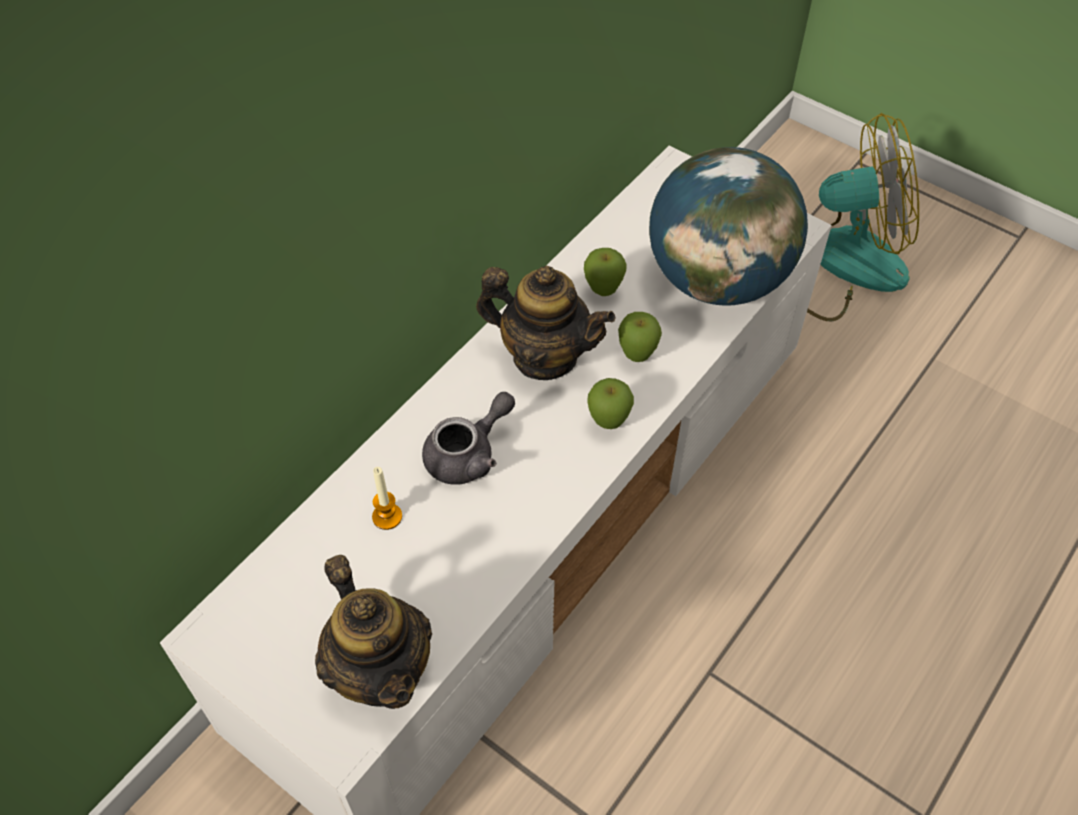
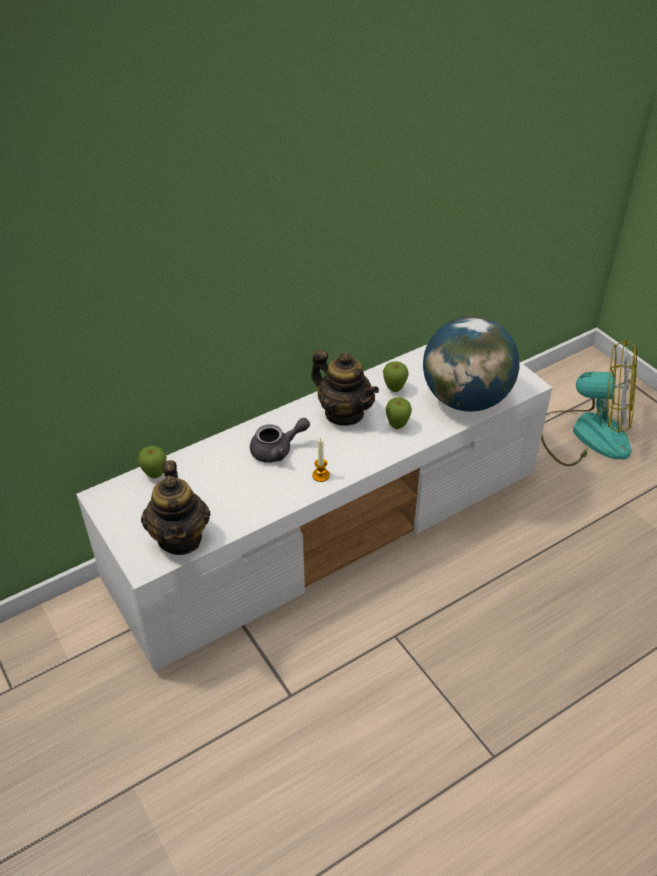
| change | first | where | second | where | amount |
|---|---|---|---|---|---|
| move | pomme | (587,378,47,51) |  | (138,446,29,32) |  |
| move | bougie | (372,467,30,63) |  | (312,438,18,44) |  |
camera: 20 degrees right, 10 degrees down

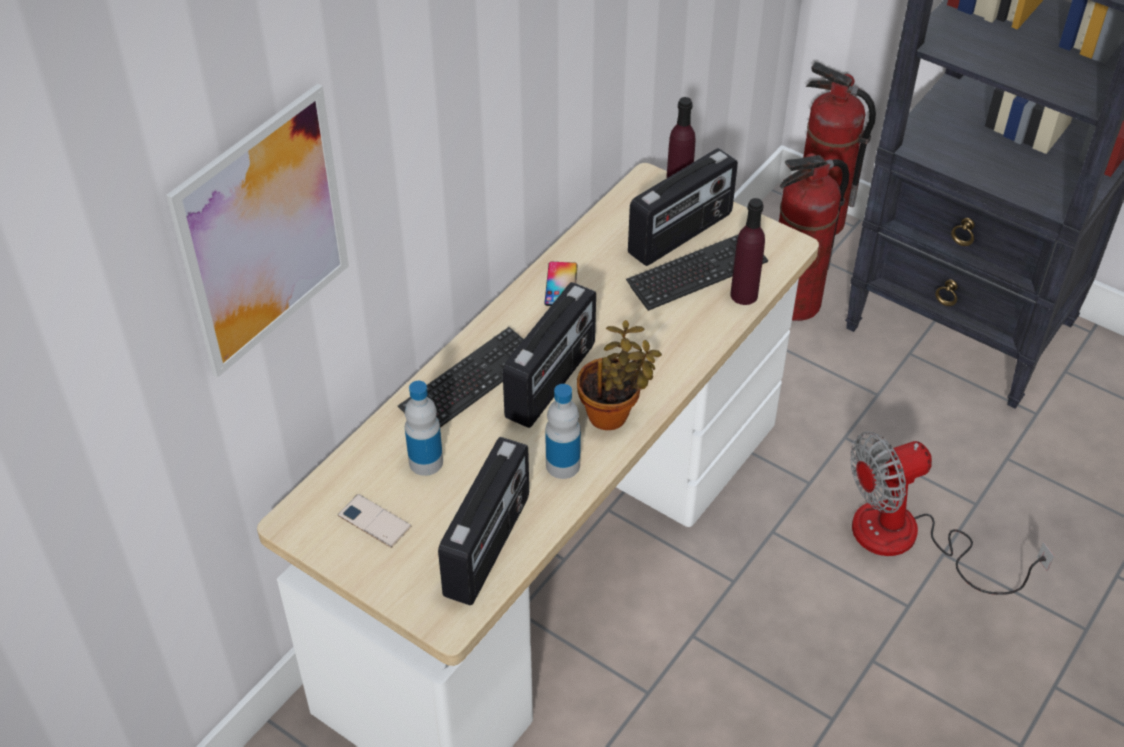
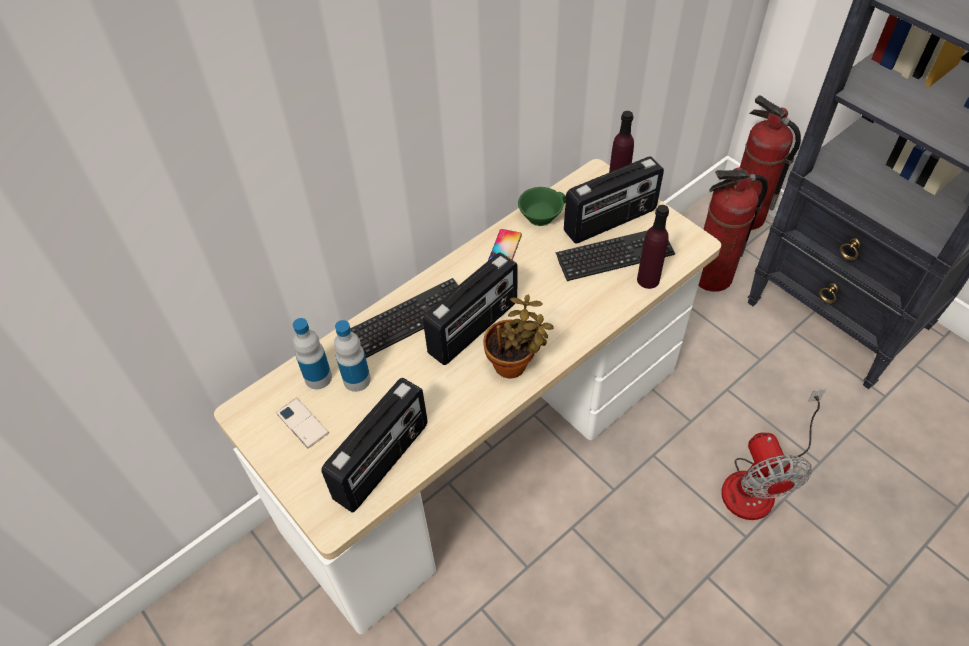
| change | first | where | second | where | amount |
|---|---|---|---|---|---|
| delete | tableau | (166,84,183,294) |  |  |  |
| move | bouteille | (545,384,36,95) |  | (293,318,39,71) |  |
| rotate | ventilateur | (851,431,203,164) |  | (722,389,104,131) | 90 degrees counterclockwise |
| insert |  |  | tasse (vert) | (518,187,48,39) |  |
camera: 15 degrees right, 5 degrees up

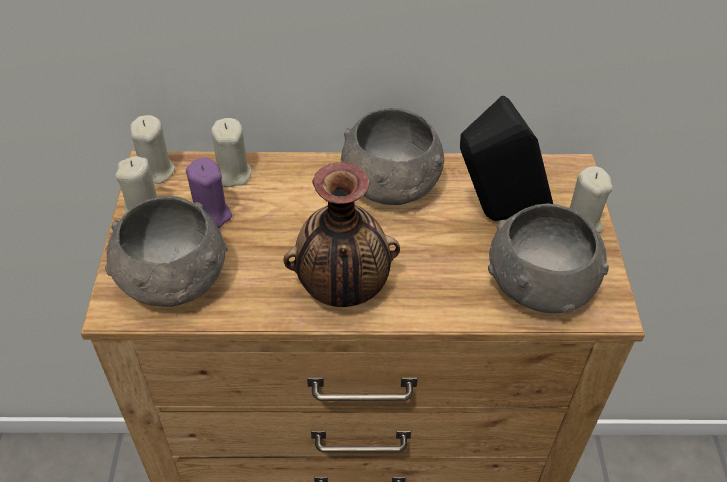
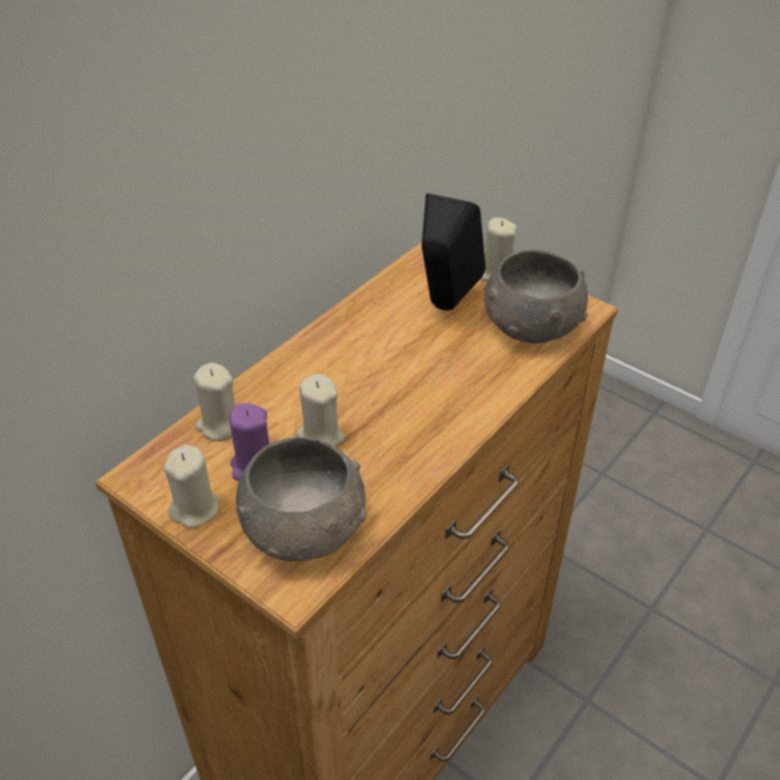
| change | first | where | second | where | amount |
|---|---|---|---|---|---|
| delete | bol (gris) | (341,108,103,97) |  |  |  |
| move | bougie (beige) | (130,115,45,69) |  | (296,374,48,73) |  |
| delete | vase | (283,162,117,145) |  |  |  |
camera: 50 degrees left, 5 degrees down

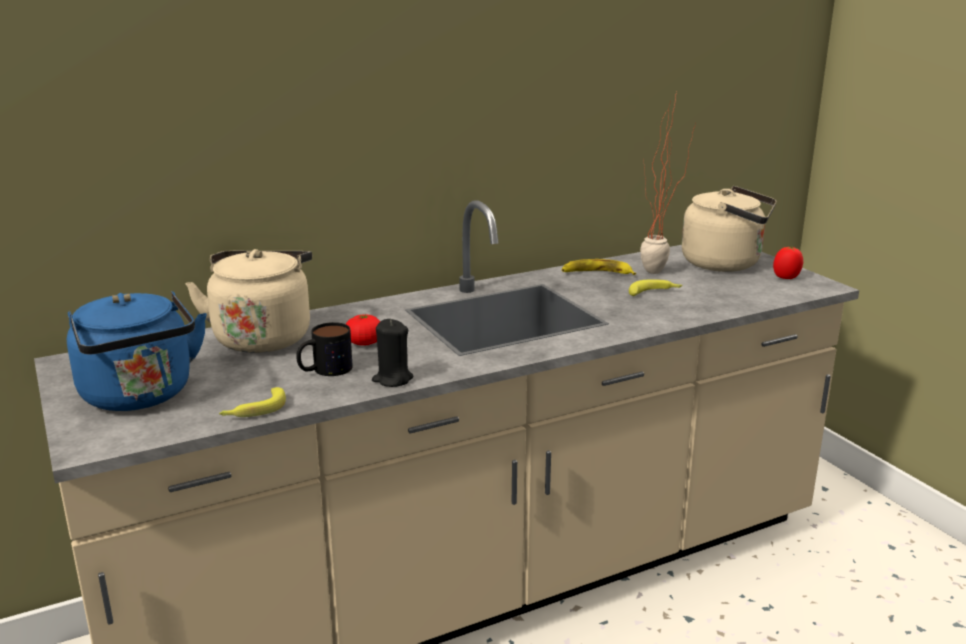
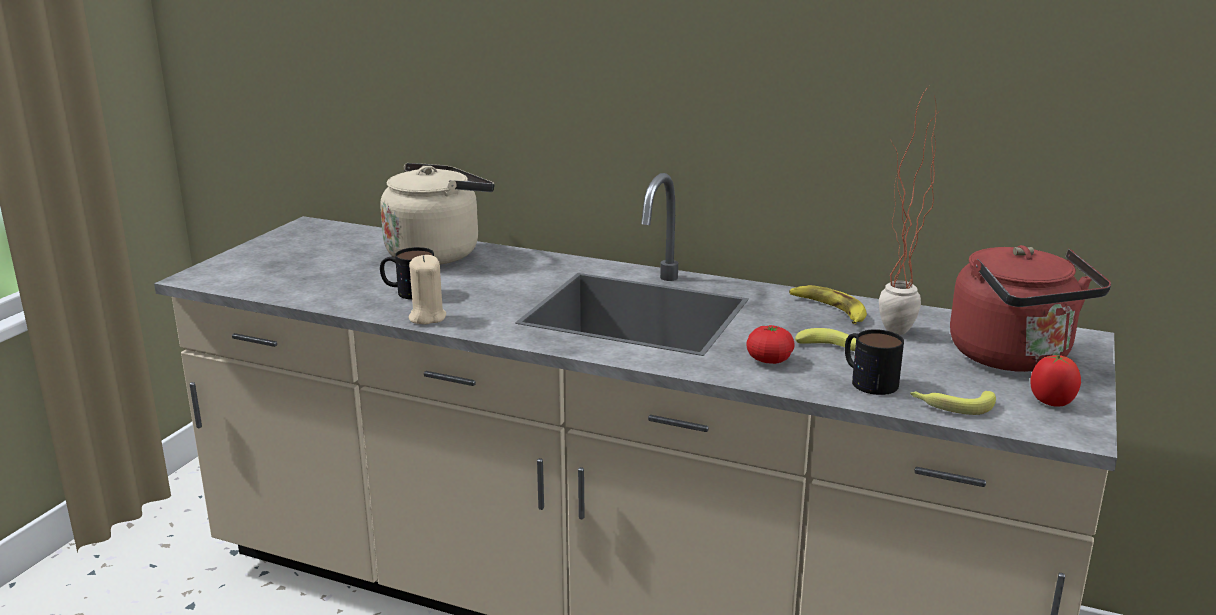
| change | first | where | second | where | amount |
|---|---|---|---|---|---|
| recolor | bouilloire (beige) | (682,186,95,86) | bouilloire (rouge) | (950,245,161,127) |  |
| delete | bouilloire (bleu) | (67,291,140,120) |  |  |  |
| move | tomate | (346,314,35,32) |  | (746,325,49,39) |  |
| recolor | bougie (noir) | (372,319,41,68) | bougie (beige) | (408,255,38,70) |  |
| move | banane | (219,387,67,30) |  | (910,391,86,24) |  |
| insert |  |  | mug | (845,329,59,66) |  |
camera: 50 degrees right, 0 degrees up

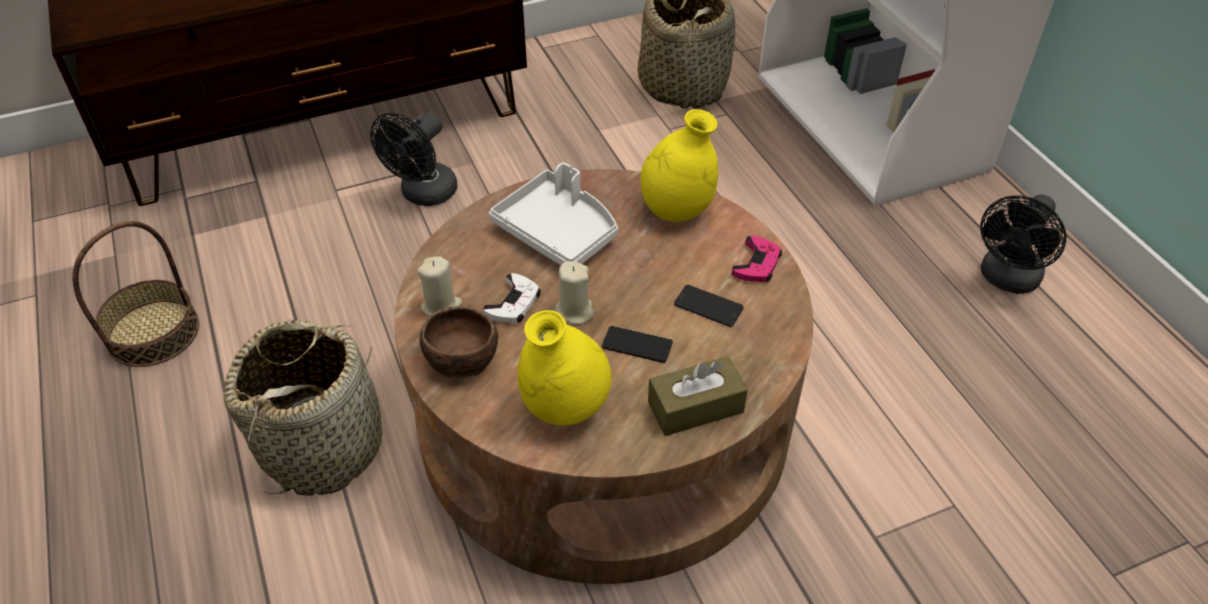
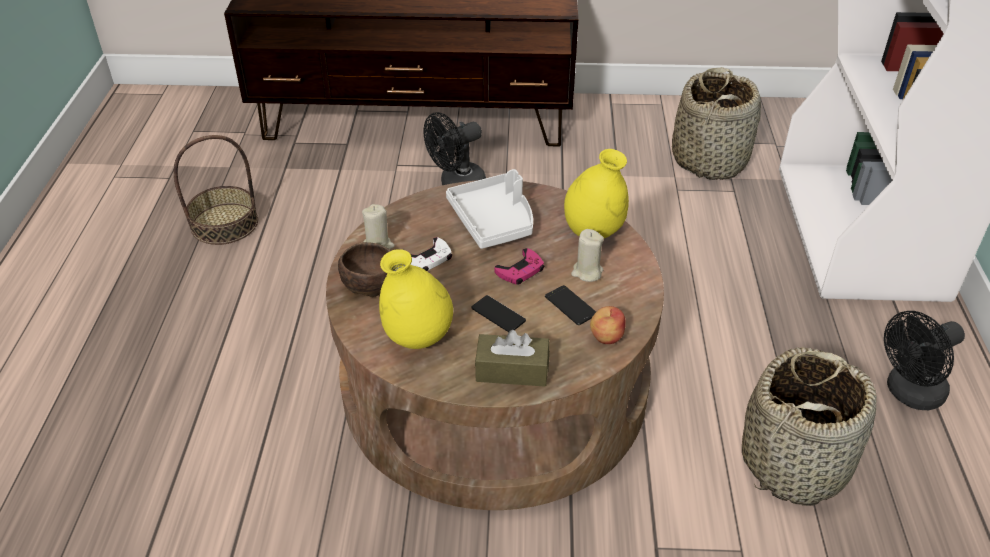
| change | first | where | second | where | amount |
|---|---|---|---|---|---|
| move | manette (rose) | (732,235,50,47) |  | (495,248,49,37) |  |
| move | bougie (beige) | (555,261,39,64) |  | (571,229,33,53) |  |
| move | panier | (223,320,160,176) |  | (742,347,134,159) |  |
| insert |  |  | pomme | (590,306,36,38) |  |
camera: 25 degrees right, 5 degrees down

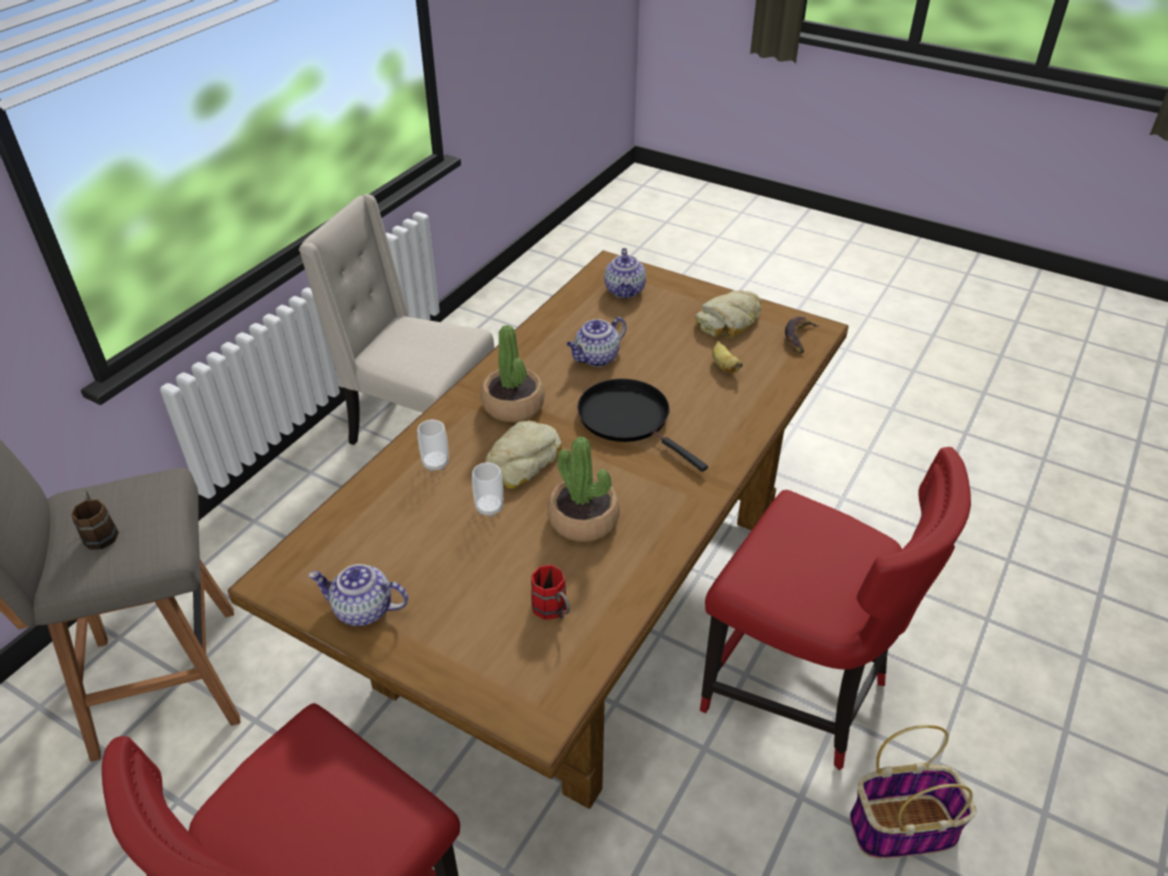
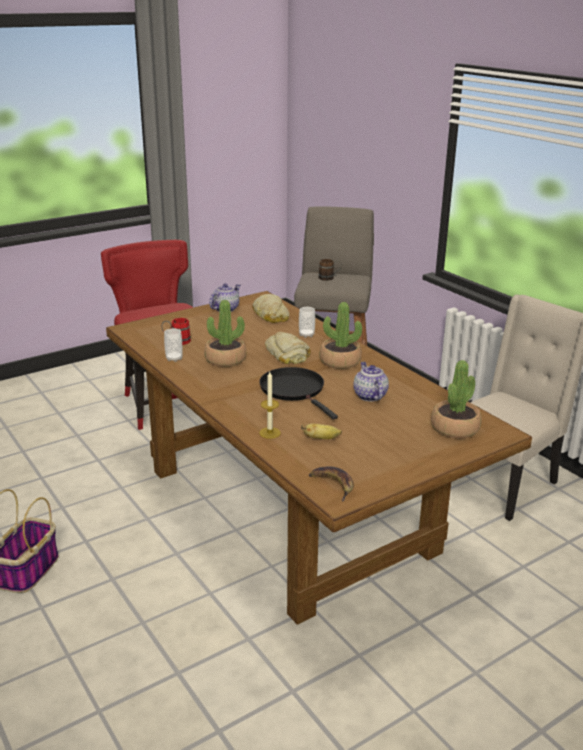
| change | first | where | second | where | amount |
|---|---|---|---|---|---|
| replace | théière | (604,248,42,50) | plante en pot | (431,360,51,78) |  |
| move | pain | (695,290,67,48) |  | (252,294,37,29) |  |
| rotate | poêle (noir) | (577,379,131,93) |  | (259,367,79,53) | 105 degrees counterclockwise |
| delete | chaise (rouge) | (700,447,271,323) |  |  |  |
| move | tasse | (472,463,31,54) |  | (164,329,18,33) |  |
| insert |  |  | bougie | (259,372,22,67) |  |
camera: 115 degrees right, 15 degrees down

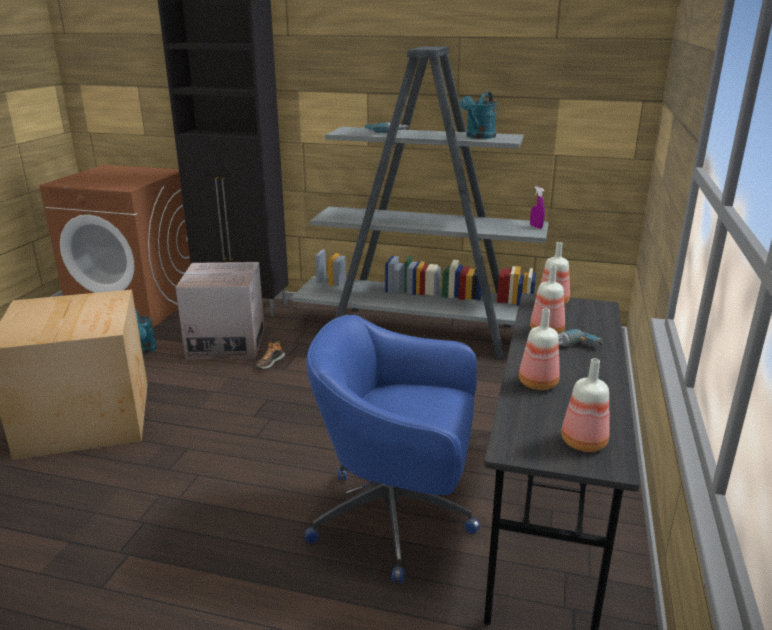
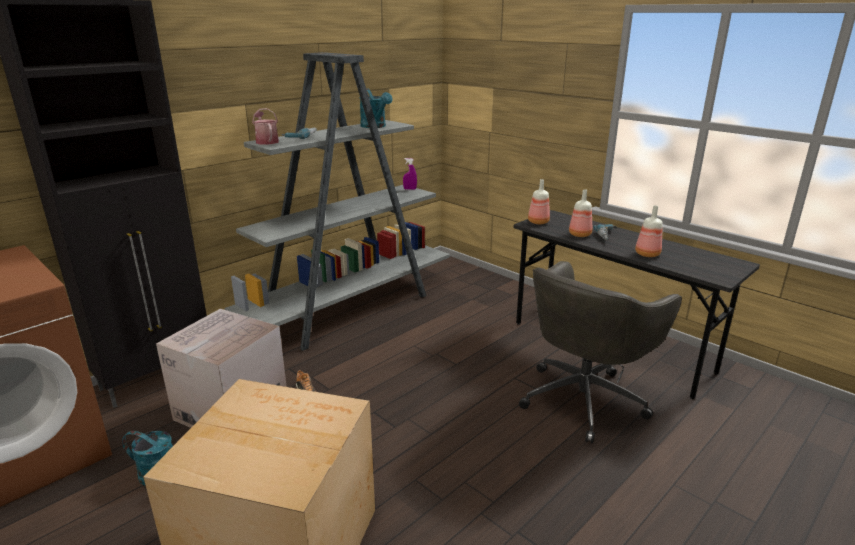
| change | first | where | second | where | amount |
|---|---|---|---|---|---|
| recolor | chaise de bureau (bleu) | (305,315,175,269) | chaise de bureau (gris) | (519,261,163,182) |  |
| delete | bouteille | (561,358,49,94) |  |  |  |
| insert |  |  | arrosoir | (252,108,27,37) |  |
camera: 60 degrees left, 0 degrees up

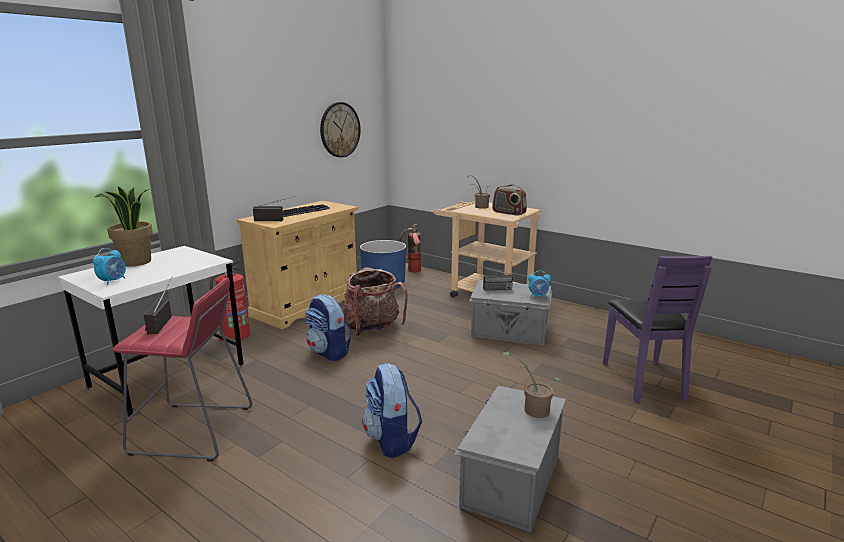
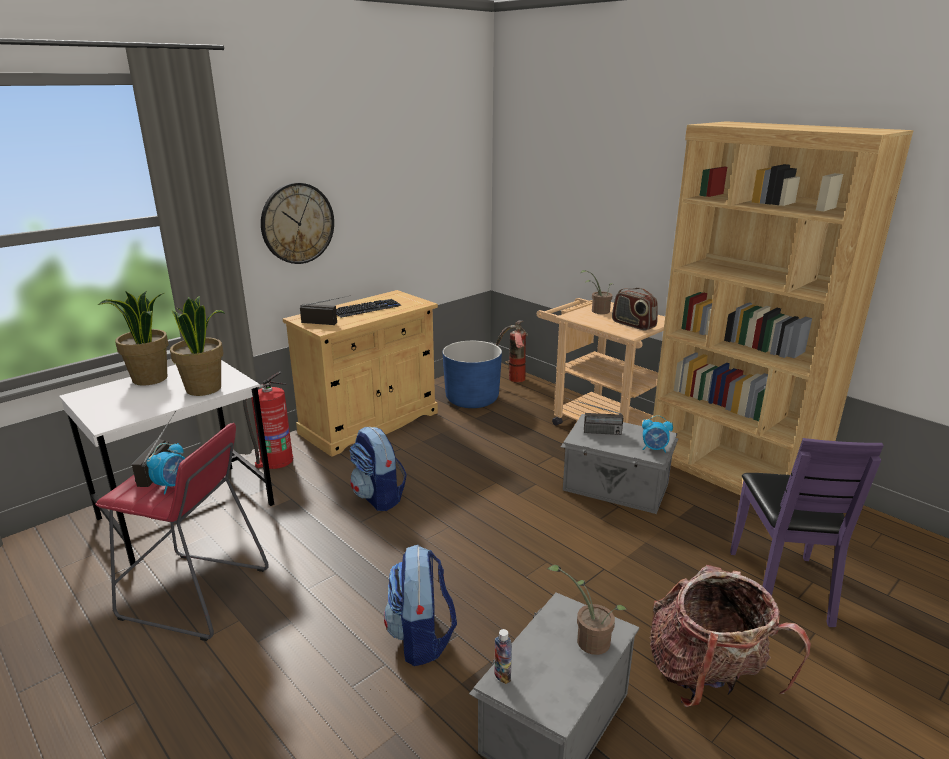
| change | first | where | second | where | amount |
|---|---|---|---|---|---|
| move | horloge murale | (320,102,41,55) |  | (261,182,73,82) |  |
| move | réveil | (93,248,33,38) |  | (146,443,39,51) |  |
| move | sac à dos | (343,267,65,69) |  | (649,565,162,142) |  |
| insert |  |  | bibliothèque (marron) | (652,121,262,375) |  |
| insert |  |  | plante en pot | (170,296,55,100) |  |
| insert |  |  | bouteille | (494,629,18,55) |  |
camera: 10 degrees right, 5 degrees up

